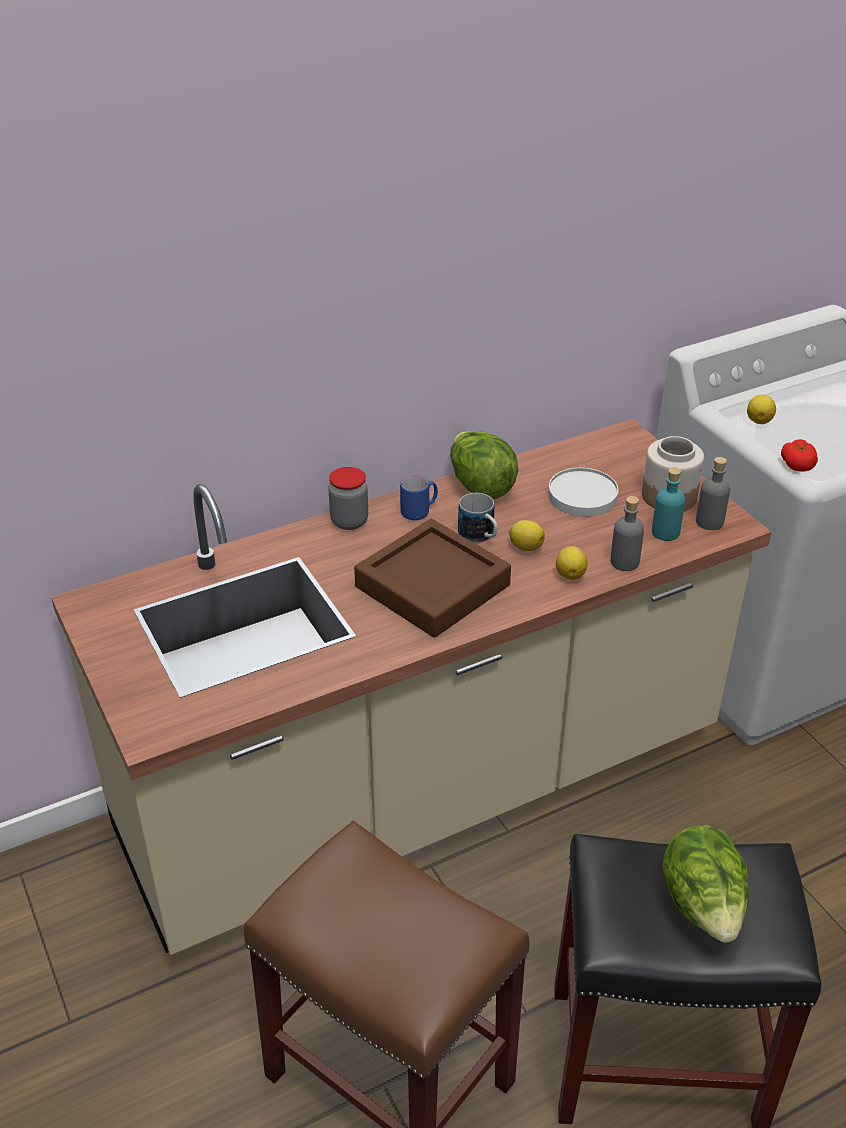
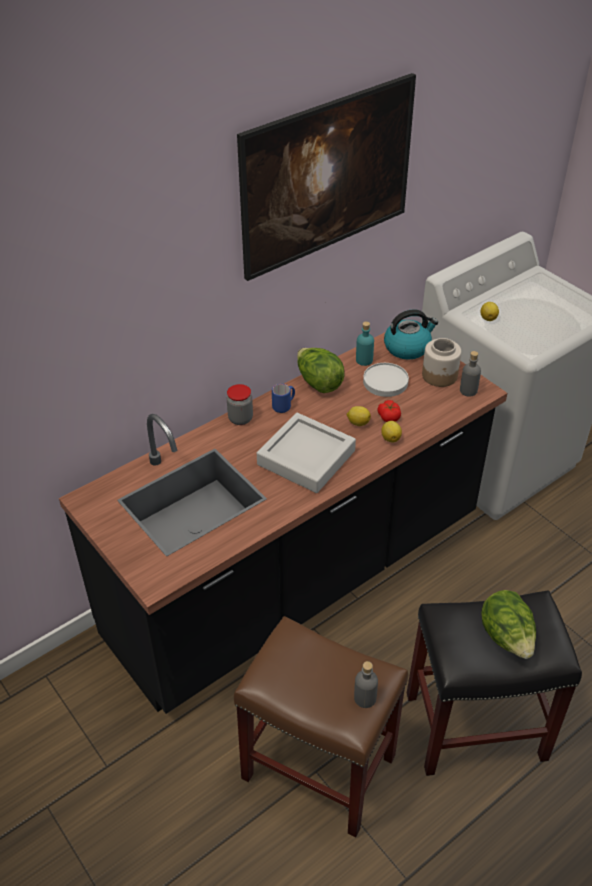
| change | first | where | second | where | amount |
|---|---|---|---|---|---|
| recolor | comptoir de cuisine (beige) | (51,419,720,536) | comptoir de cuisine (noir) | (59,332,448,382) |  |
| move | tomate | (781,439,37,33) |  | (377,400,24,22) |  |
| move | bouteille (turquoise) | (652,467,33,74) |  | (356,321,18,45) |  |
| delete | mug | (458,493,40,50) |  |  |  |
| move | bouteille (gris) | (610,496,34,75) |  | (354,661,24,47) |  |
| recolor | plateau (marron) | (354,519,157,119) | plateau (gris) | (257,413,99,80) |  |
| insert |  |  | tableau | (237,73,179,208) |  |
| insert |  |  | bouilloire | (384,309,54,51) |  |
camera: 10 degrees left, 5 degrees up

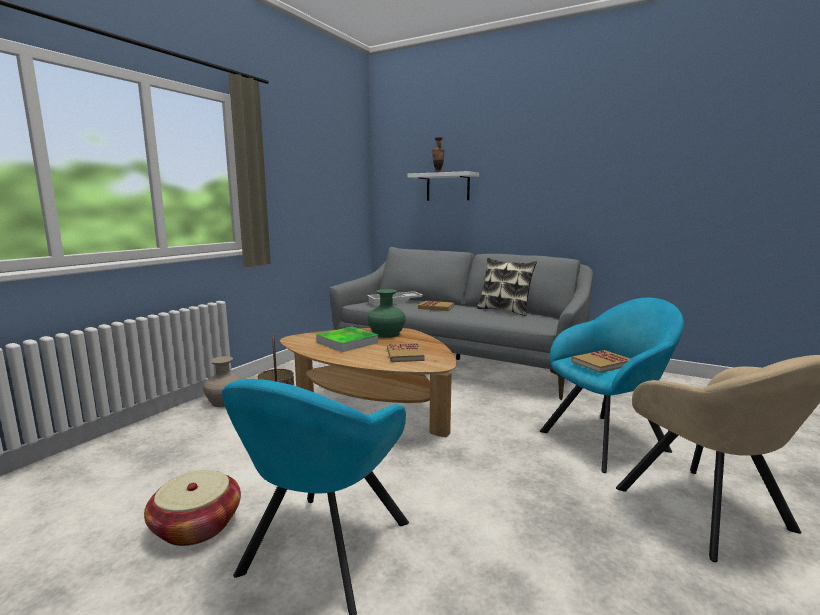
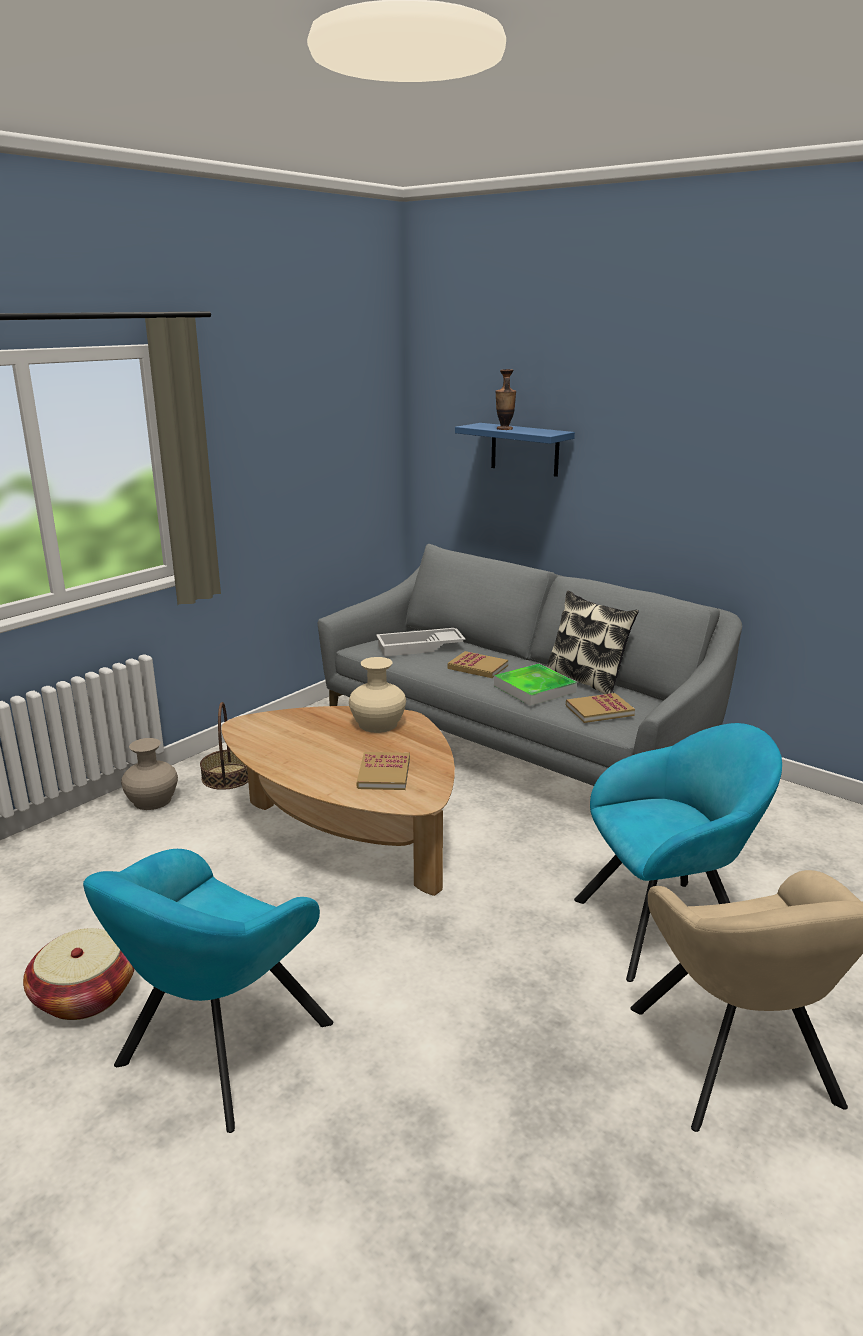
| change | first | where | second | where | amount |
|---|---|---|---|---|---|
| recolor | étagère (blanc) | (407,171,72,30) | étagère (bleu) | (455,423,120,54) |  |
| recolor | vase (vert) | (368,289,38,49) | vase (beige) | (349,657,57,76) |  |
| move | plateau | (316,327,62,25) |  | (494,664,83,42) |  |
| move | livre | (571,350,59,23) |  | (566,693,69,30) |  |
camera: 10 degrees right, 10 degrees up

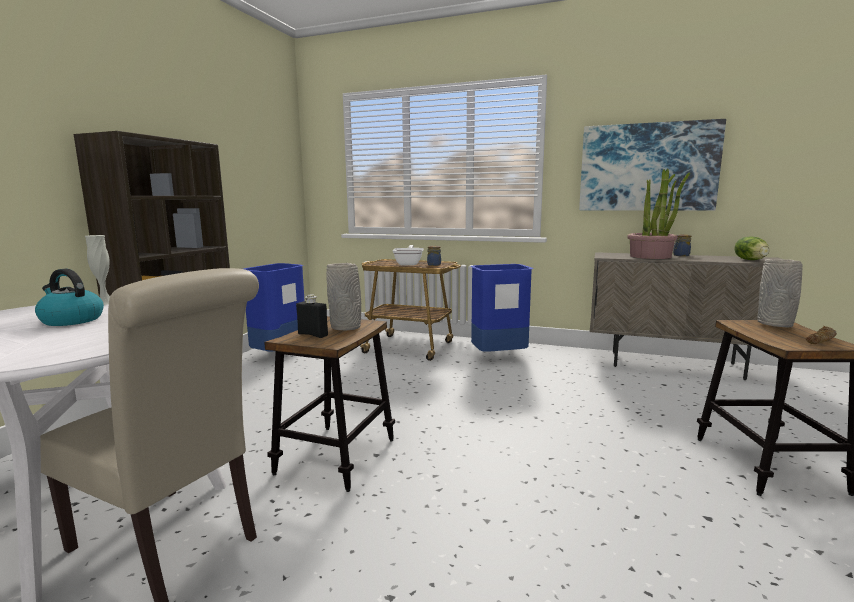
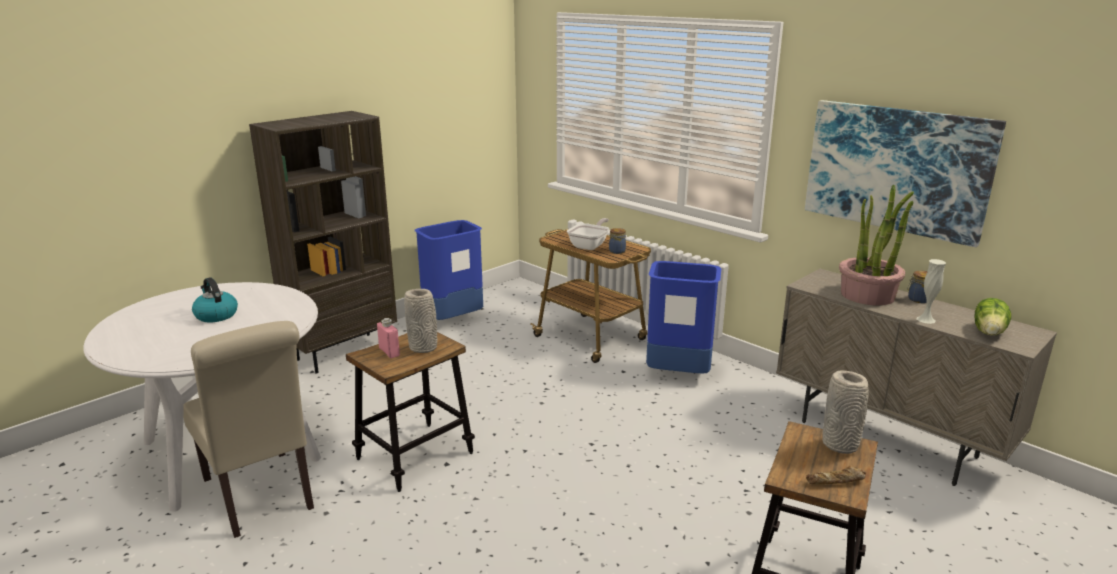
| change | first | where | second | where | amount |
|---|---|---|---|---|---|
| move | vase (blanc) | (85,235,25,70) |  | (916,259,30,65) |  |
| recolor | bouteille (noir) | (296,294,32,44) | bouteille (rose) | (377,318,23,40) |  |
camera: 25 degrees right, 10 degrees up

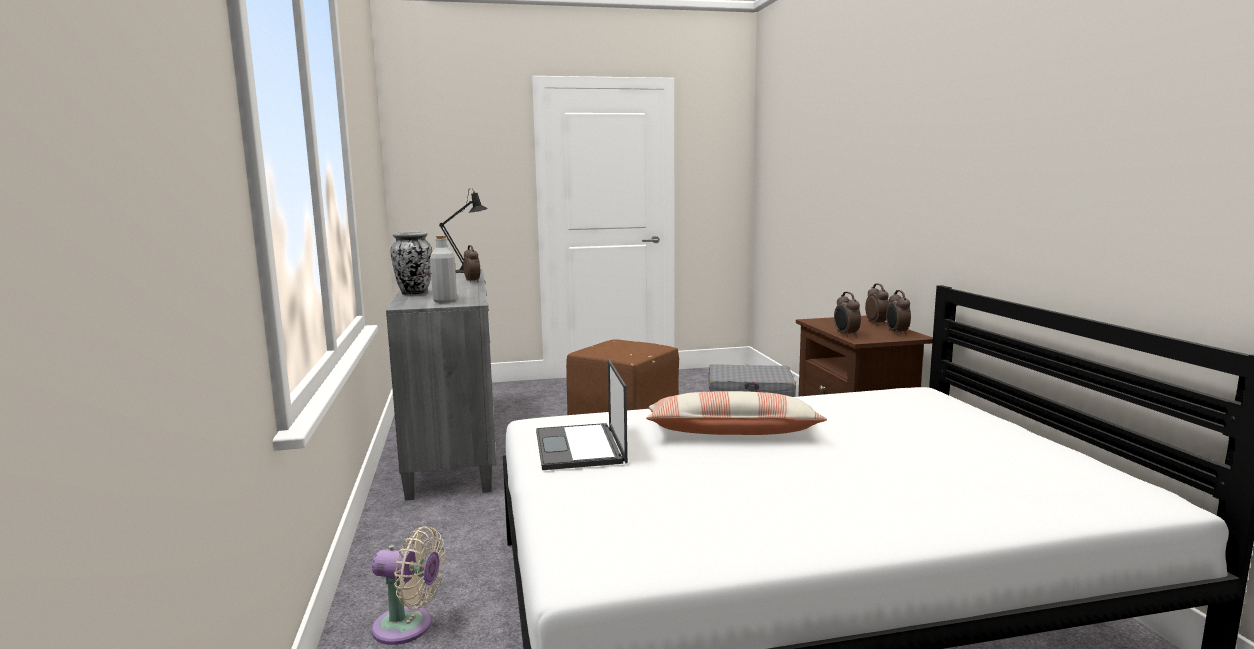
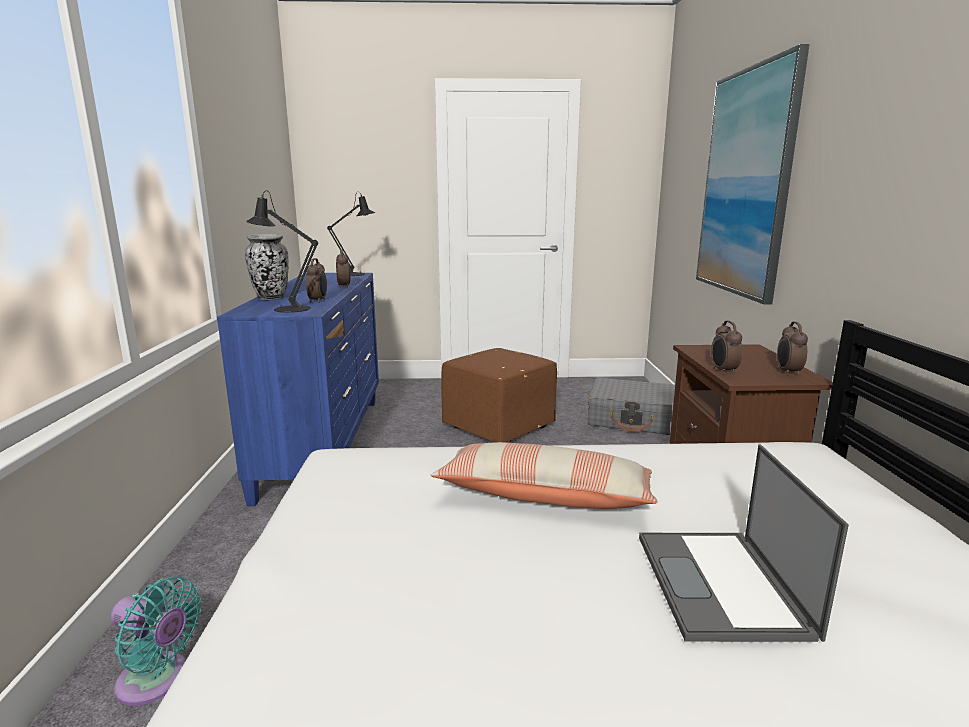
| change | first | where | second | where | amount |
|---|---|---|---|---|---|
| replace | bouteille (gris) | (430,235,27,68) | lampe de table (noir) | (246,190,72,123) |  |
| recolor | commode (gris) | (386,269,110,232) | commode (bleu) | (217,273,162,233) |  |
| move | réveil | (865,283,24,42) |  | (306,258,21,45) |  |
| move | ordinateur portable | (536,359,92,111) |  | (639,444,210,198) |  |
| recolor | ventilateur (beige) | (372,526,73,119) | ventilateur (turquoise) | (111,577,91,129) |  |
| insert |  |  | tableau | (696,44,114,261) |  |
camera: 10 degrees right, 5 degrees up

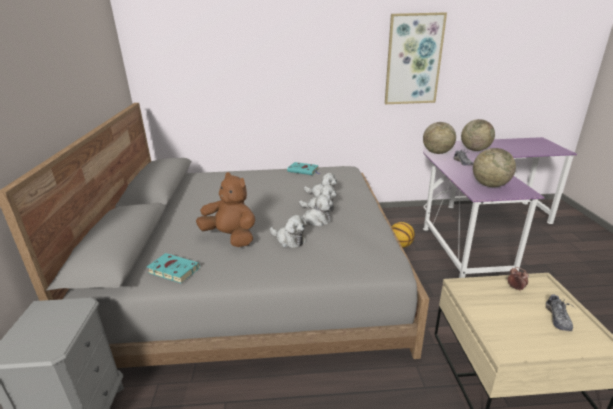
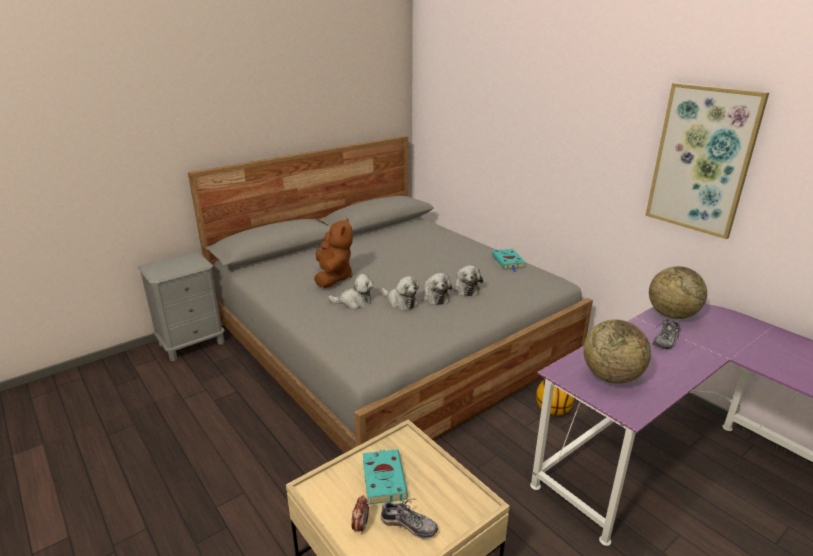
| change | first | where | second | where | amount |
|---|---|---|---|---|---|
| delete | globe | (461,119,34,32) |  |  |  |
| rotate | peluche | (270,215,37,33) |  | (328,274,46,36) | 90 degrees counterclockwise |
| move | livre (turquoise) | (147,253,53,30) |  | (363,449,45,56) |  |
| move | réveil | (508,267,21,23) |  | (351,495,18,39) |  |
| rotate | chaussure | (546,294,30,37) |  | (381,499,57,39) | 135 degrees counterclockwise |
camera: 55 degrees right, 0 degrees up

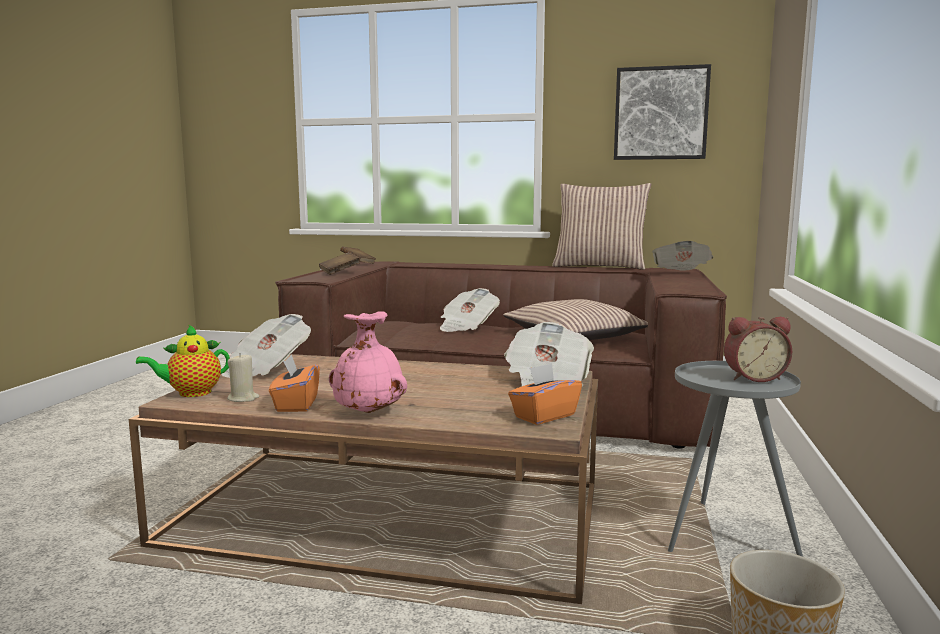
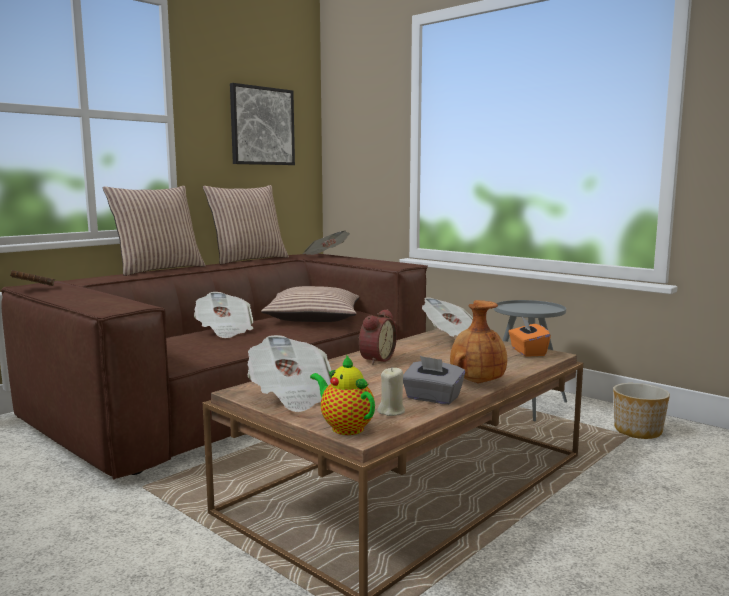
| change | first | where | second | where | amount |
|---|---|---|---|---|---|
| delete | livre (marron) | (319,252,41,23) |  |  |  |
| recolor | vase (rose) | (329,311,78,102) | vase (marron) | (450,300,57,83) |  |
| move | réveil | (724,317,68,65) |  | (359,309,38,56) |  |
| rotate | théière | (136,324,94,73) |  | (310,355,65,80) | 135 degrees clockwise |
| recolor | boîte à mouchoirs (orange) | (269,354,51,58) | boîte à mouchoirs (gris) | (403,356,62,49) |  |
| insert |  |  | coussin | (103,186,103,90) |  |
camera: 60 degrees left, 0 degrees up

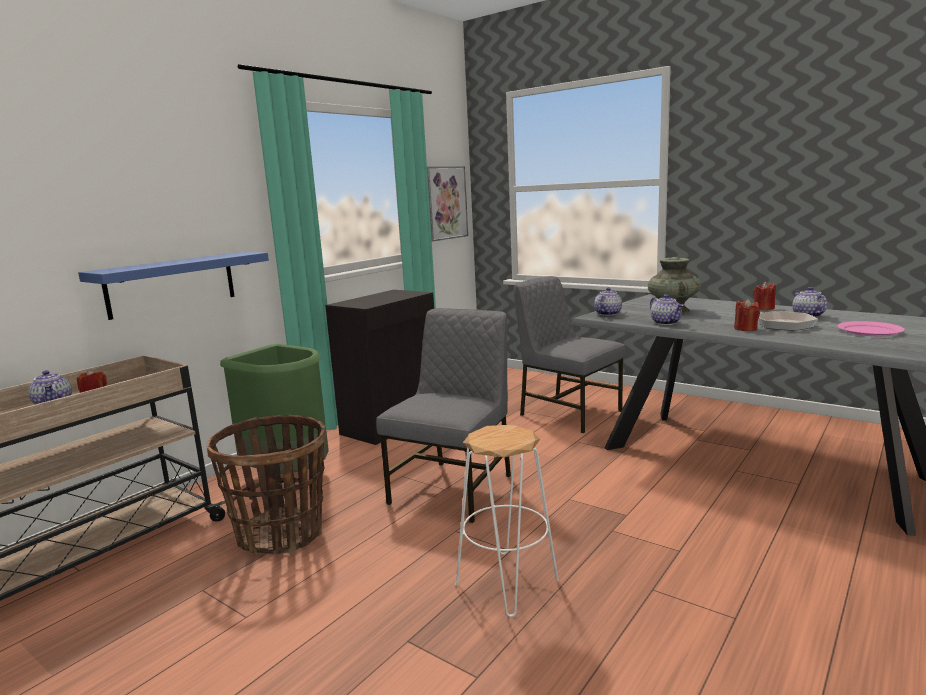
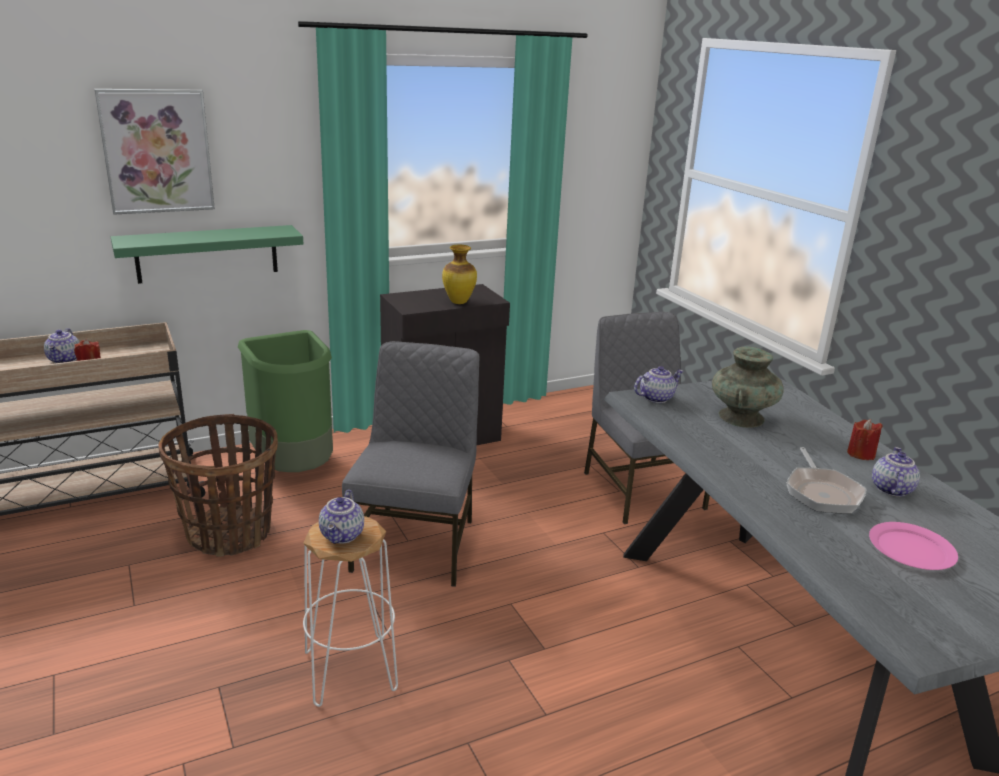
| change | first | where | second | where | amount |
|---|---|---|---|---|---|
| move | tableau | (427,166,41,75) |  | (95,89,120,126) |  |
| recolor | étagère (bleu) | (78,252,191,68) | étagère (vert) | (111,225,193,59) |  |
| move | théière | (650,294,34,31) |  | (319,490,45,54) |  |
| delete | bougie (rouge) | (734,299,26,32) |  |  |  |
| rotate | chaise (gris) | (376,308,135,215) |  | (342,341,137,246) | 45 degrees counterclockwise |
| insert |  |  | vase | (442,245,35,59) |  |
camera: 25 degrees right, 10 degrees up

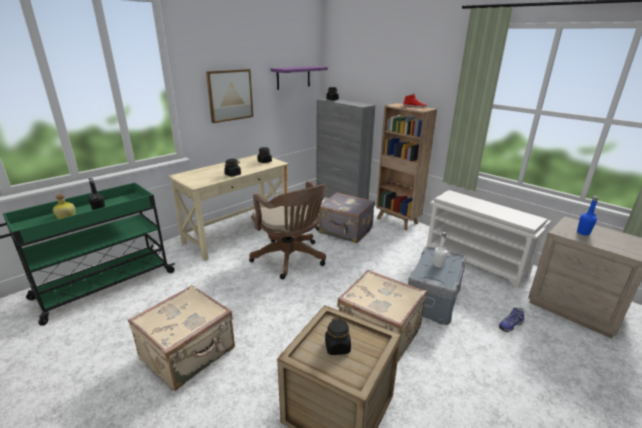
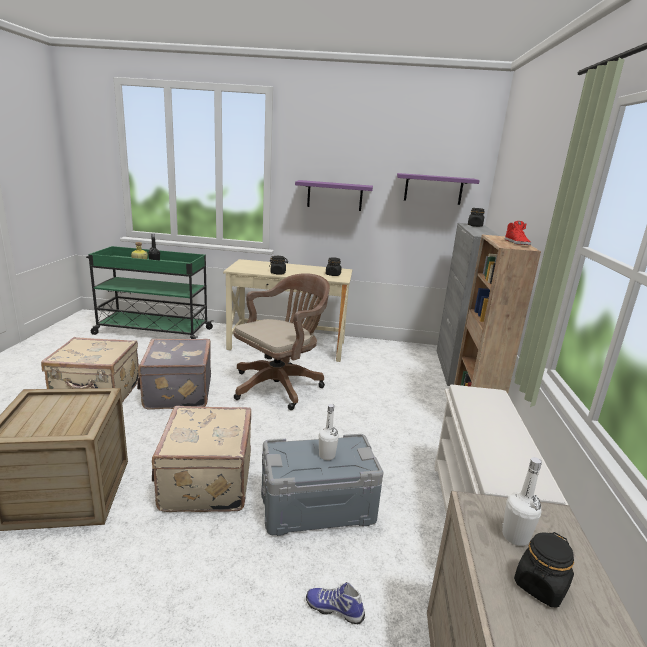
| change | first | where | second | where | amount |
|---|---|---|---|---|---|
| replace | tableau | (206,69,47,54) | étagère (violet) | (295,180,78,31) |  |
| rotate | chaise de bureau (marron) | (249,181,77,98) |  | (233,273,97,137) | 150 degrees counterclockwise |
| move | valise (gris) | (318,193,57,50) |  | (137,339,74,71) |  |
| recolor | bouteille (bleu) | (577,196,22,40) | bouteille (blanc) | (502,457,40,89) |  |
| move | bocal (noir) | (325,318,26,37) |  | (514,532,60,76) |  |
camera: 50 degrees right, 5 degrees down

